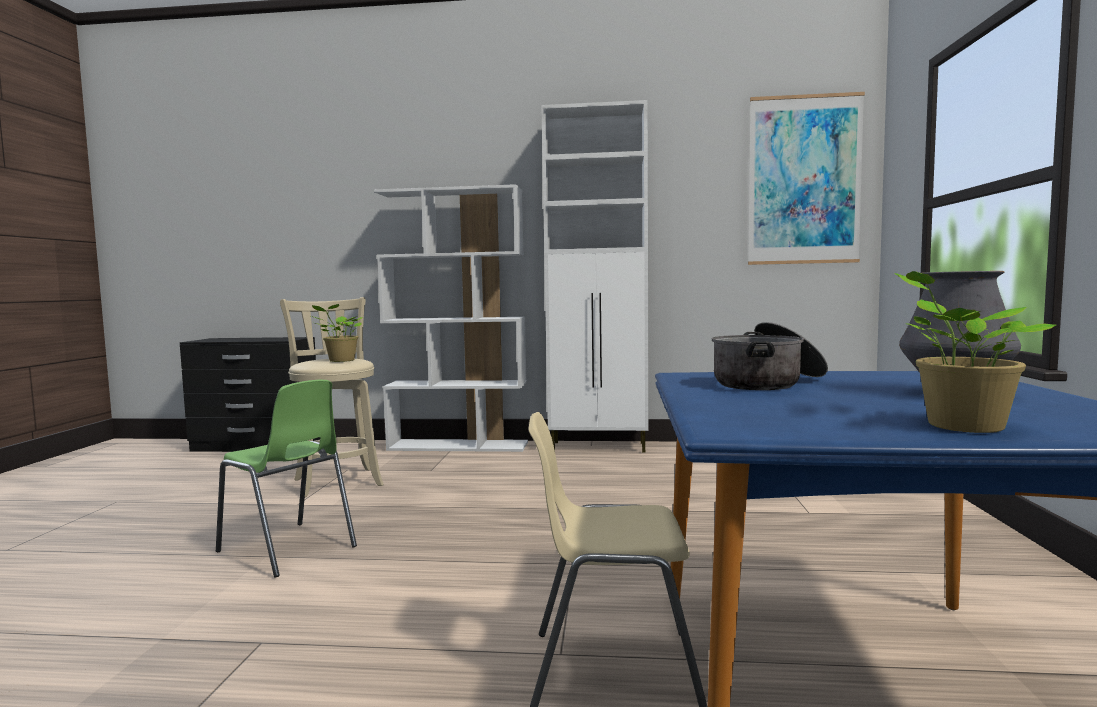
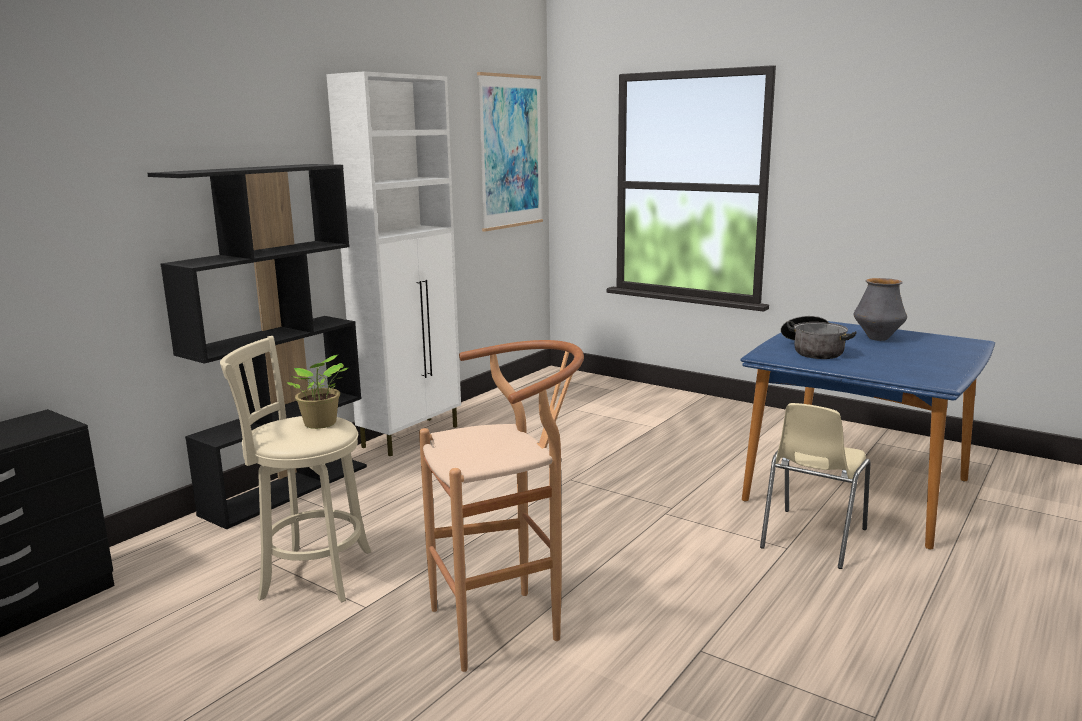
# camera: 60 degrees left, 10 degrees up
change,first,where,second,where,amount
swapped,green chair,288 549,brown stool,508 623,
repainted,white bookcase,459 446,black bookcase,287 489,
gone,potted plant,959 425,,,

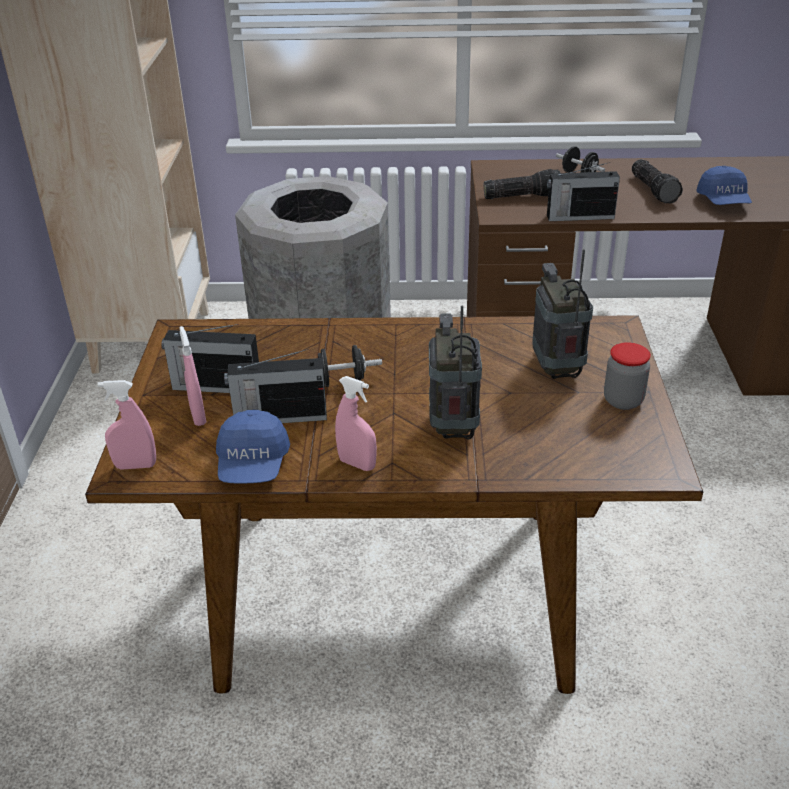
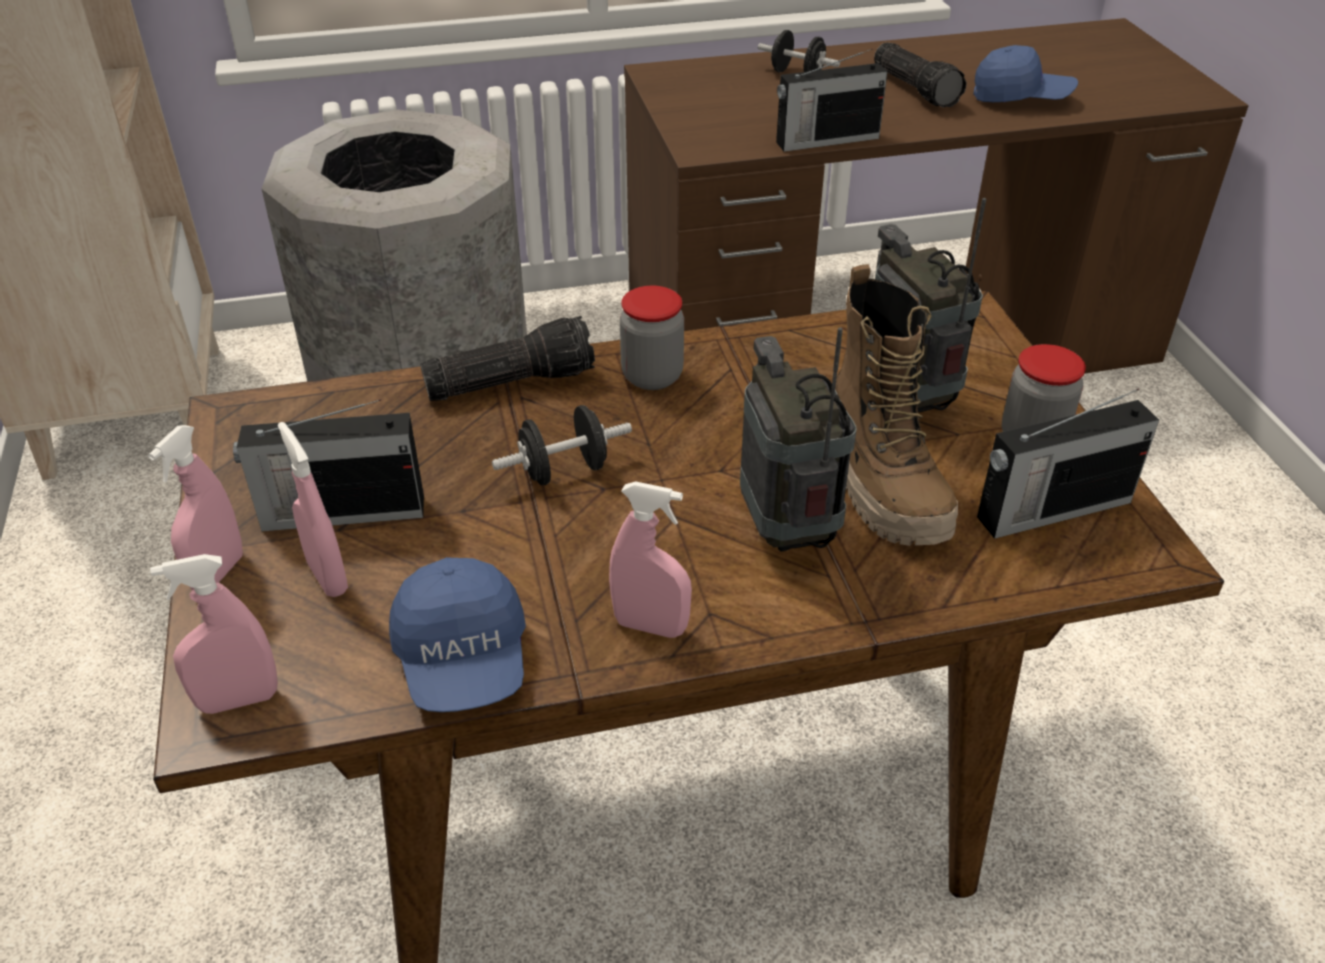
# camera: 15 degrees left, 5 degrees up
change,first,where,second,where,amount
shifted,radio,279 417,,1050 510,
shifted,flashlight,522 196,,511 380,
rotated,blue cap,723 201,,1021 97,60 degrees counterclockwise
new,,,pink spray bottle,218 573,
new,,,jar,652 376,
new,,,boot,881 489,

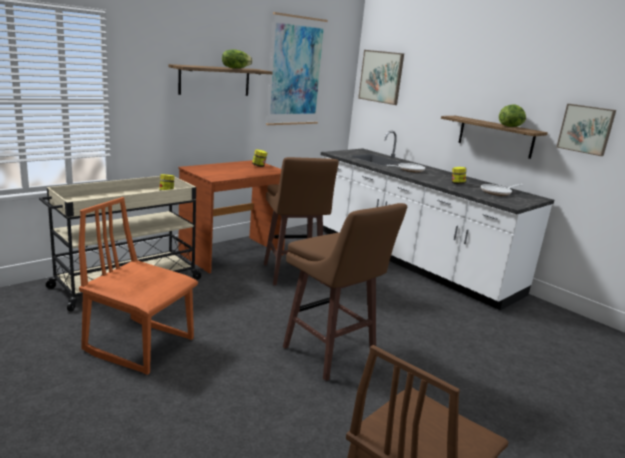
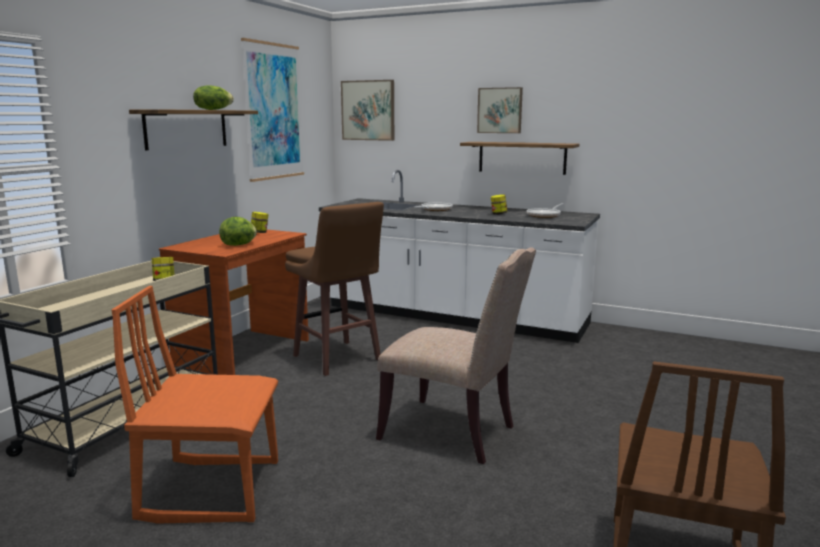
# camera: 20 degrees left, 5 degrees down
change,first,where,second,where,amount
swapped,brown stool,330 355,beige chair,453 433,
shifted,lettuce,511 126,,239 245,
shifted,picture,586 129,,500 110,

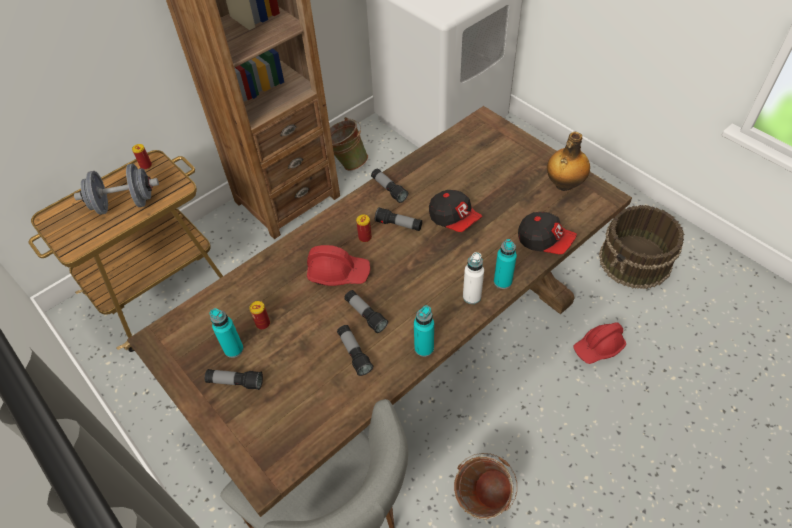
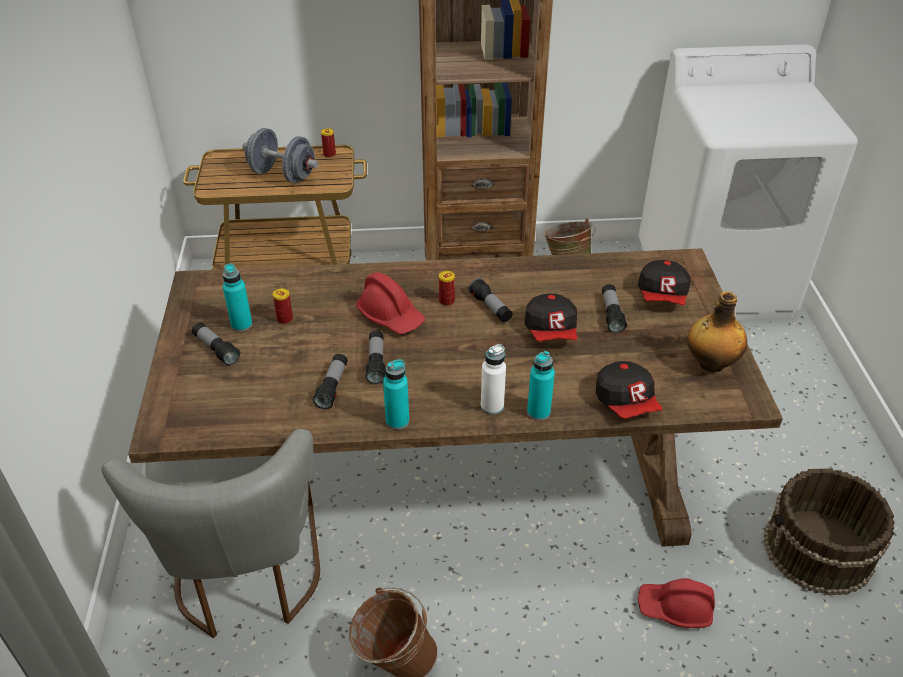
# camera: 35 degrees right, 10 degrees down
change,first,where,second,where,amount
shifted,flashlight,389 189,,611 314,
new,,,cap,662 296,

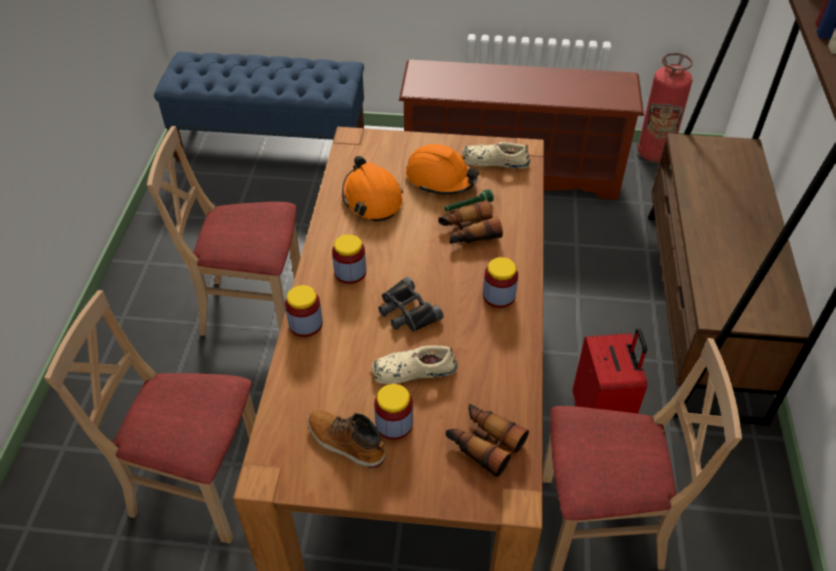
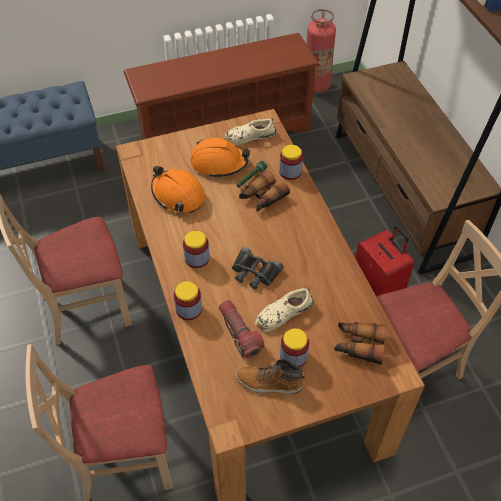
# camera: 25 degrees left, 5 degrees up
change,first,where,second,where,amount
shifted,jar,499 296,,290 172,
new,,,flashlight,239 333,

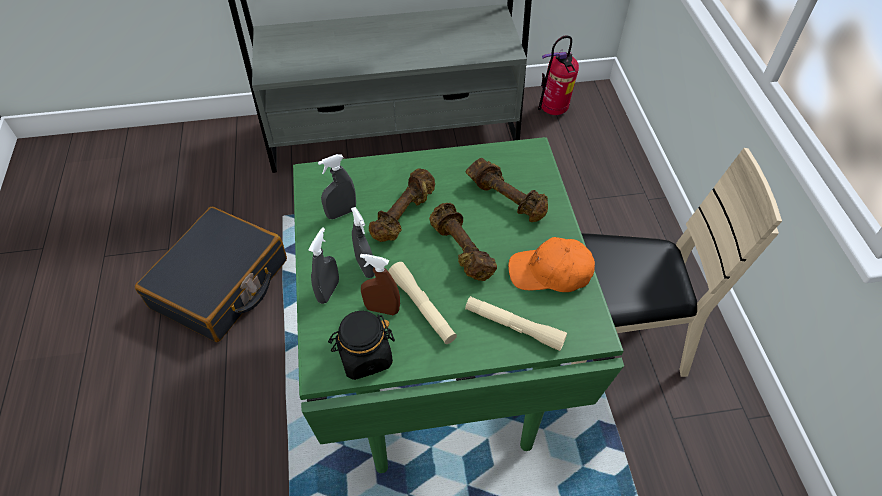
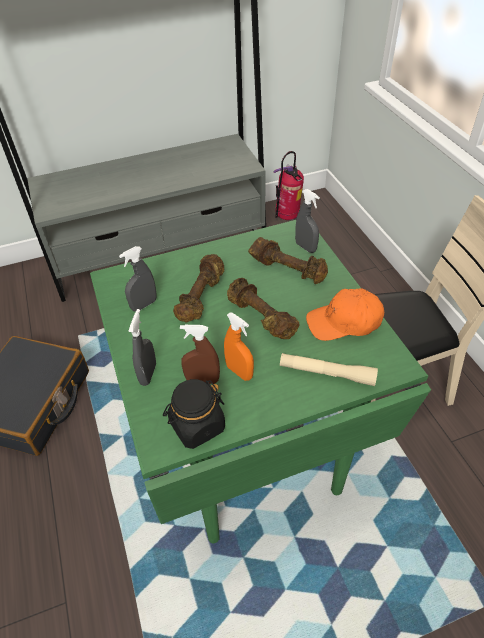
# camera: 10 degrees left, 5 degrees down
change,first,where,second,where,amount
shifted,grey spray bottle,365 267,,305 247,
swapped,beige flashlight,422 307,orange spray bottle,239 372,

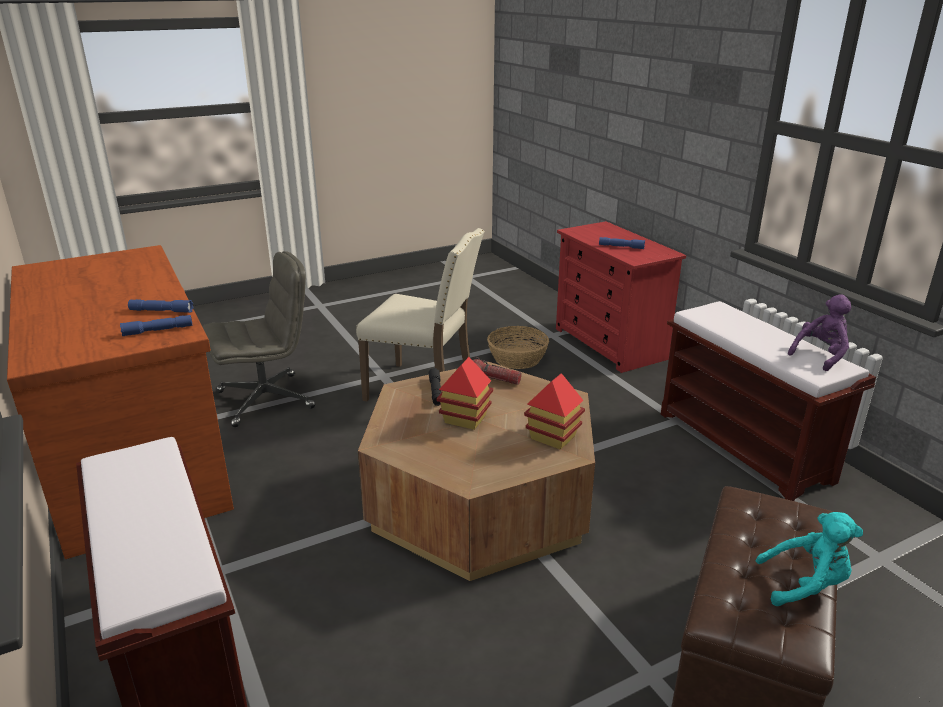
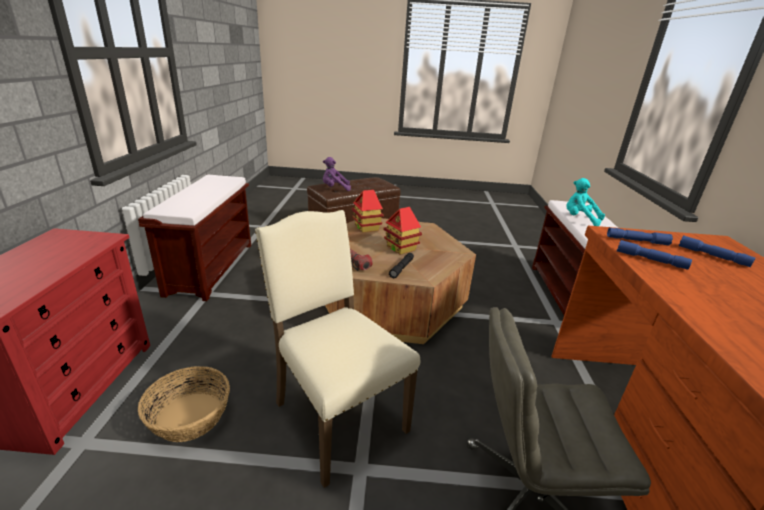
# camera: 150 degrees left, 0 degrees up
change,first,where,second,where,amount
shifted,blue flashlight,621 247,,712 256,
shifted,turquoise plush toy,805 585,,579 219,
shifted,purple plush toy,820 355,,335 188,

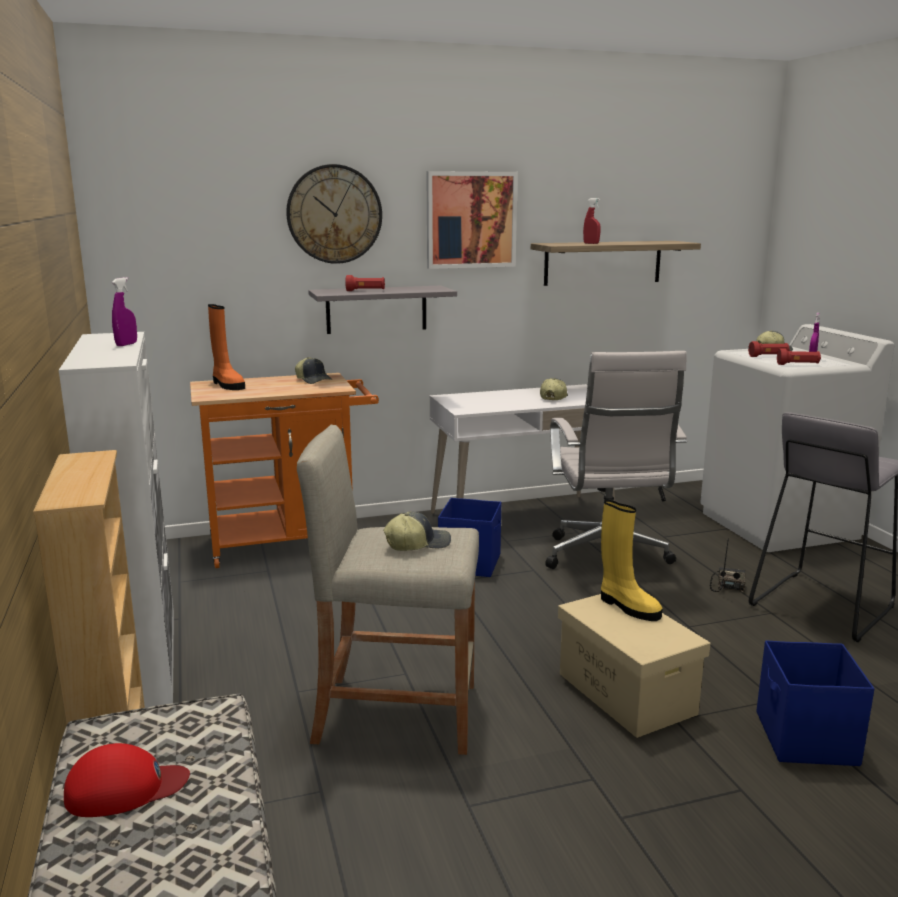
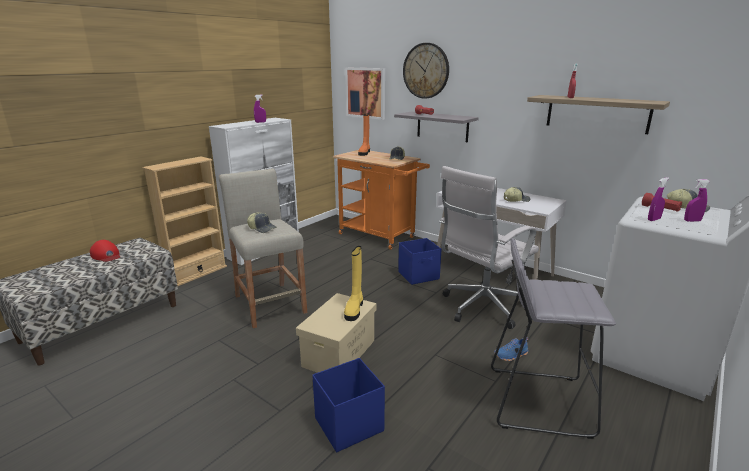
# camera: 55 degrees right, 5 degrees up
change,first,where,second,where,amount
shifted,picture,471 220,,366 93,
swapped,radio,727 585,blue shoe,511 355,
swapped,red flashlight,798 365,purple spray bottle,653 219,

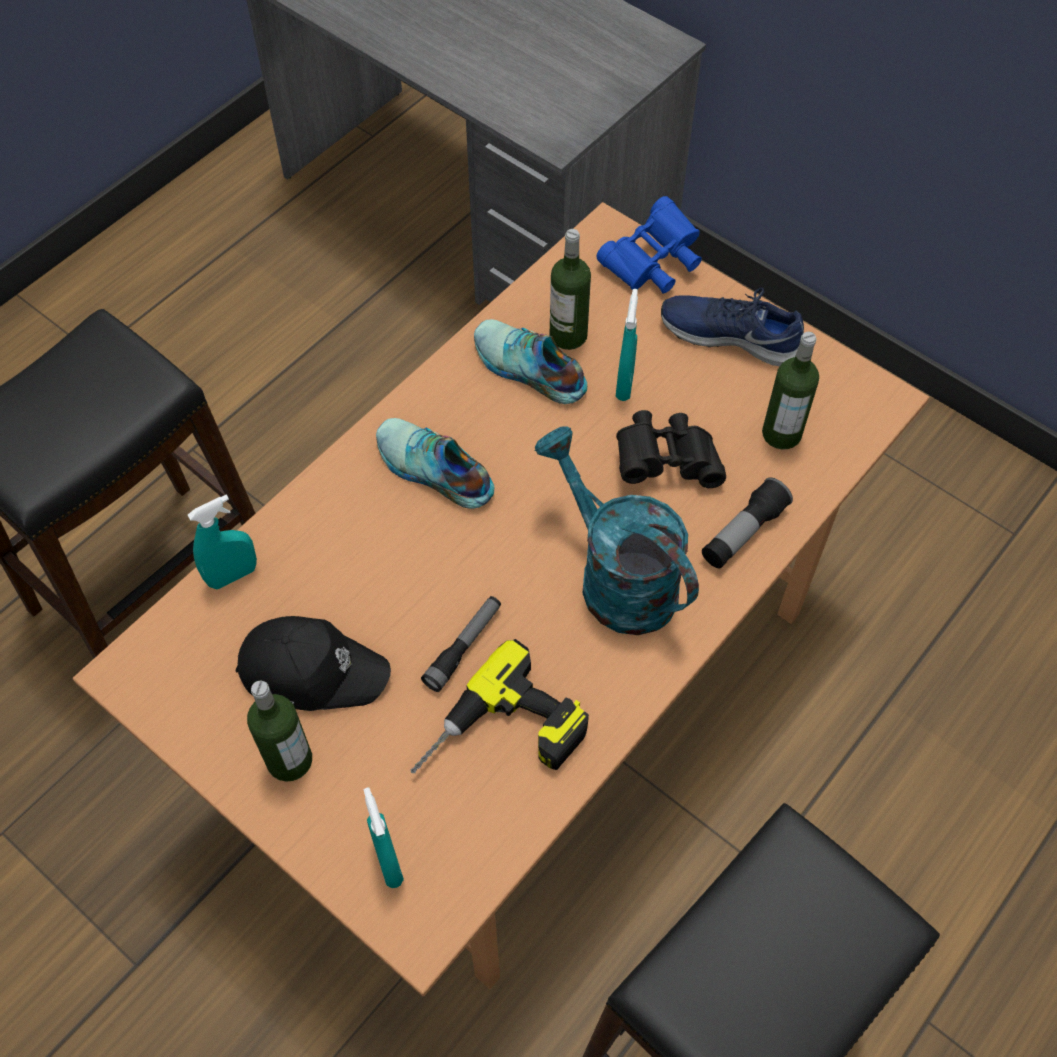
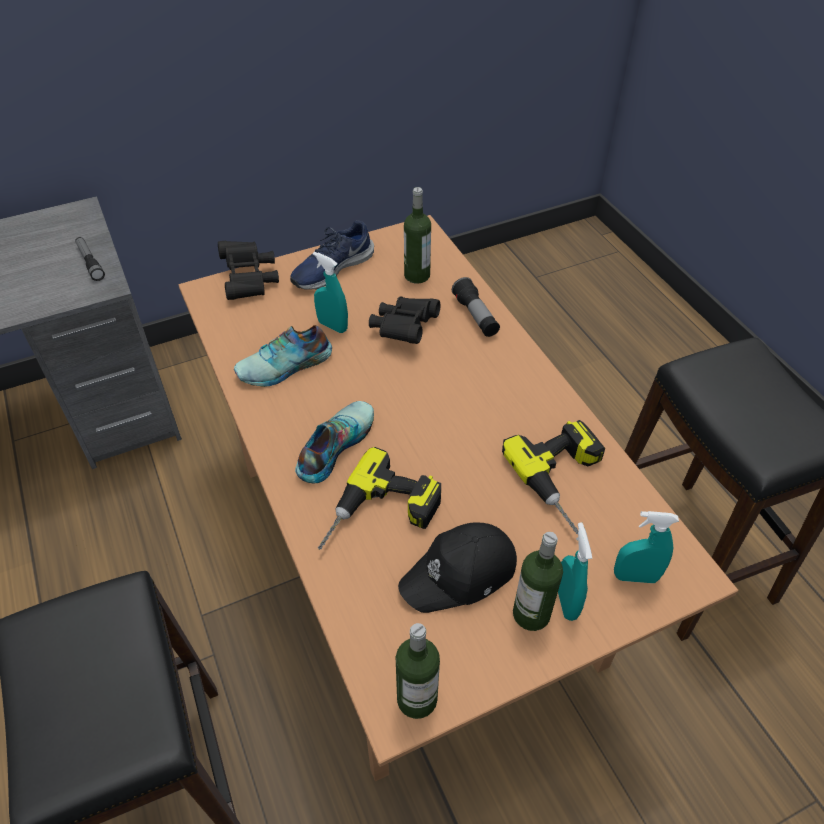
# camera: 65 degrees left, 10 degrees down
change,first,where,second,where,amount
shifted,turquoise spray bottle,233 575,,566 601,
rotated,black cap,312 669,,460 574,150 degrees counterclockwise
rotated,shoe,433 471,,334 445,150 degrees clockwise
shifted,flashlight,463 647,,90 262,
gone,turquoise watering can,615 576,,,
shifted,bottle,568 335,,417 699,
repainted,blue binoculars,652 264,black binoculars,249 280,
new,,,power drill,381 517,

